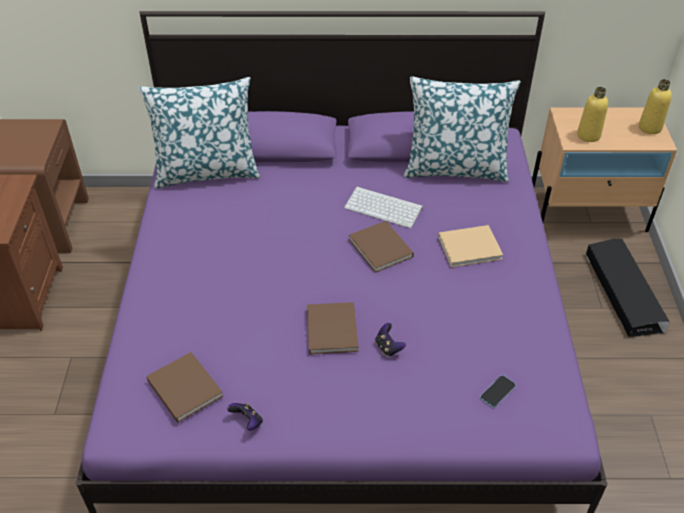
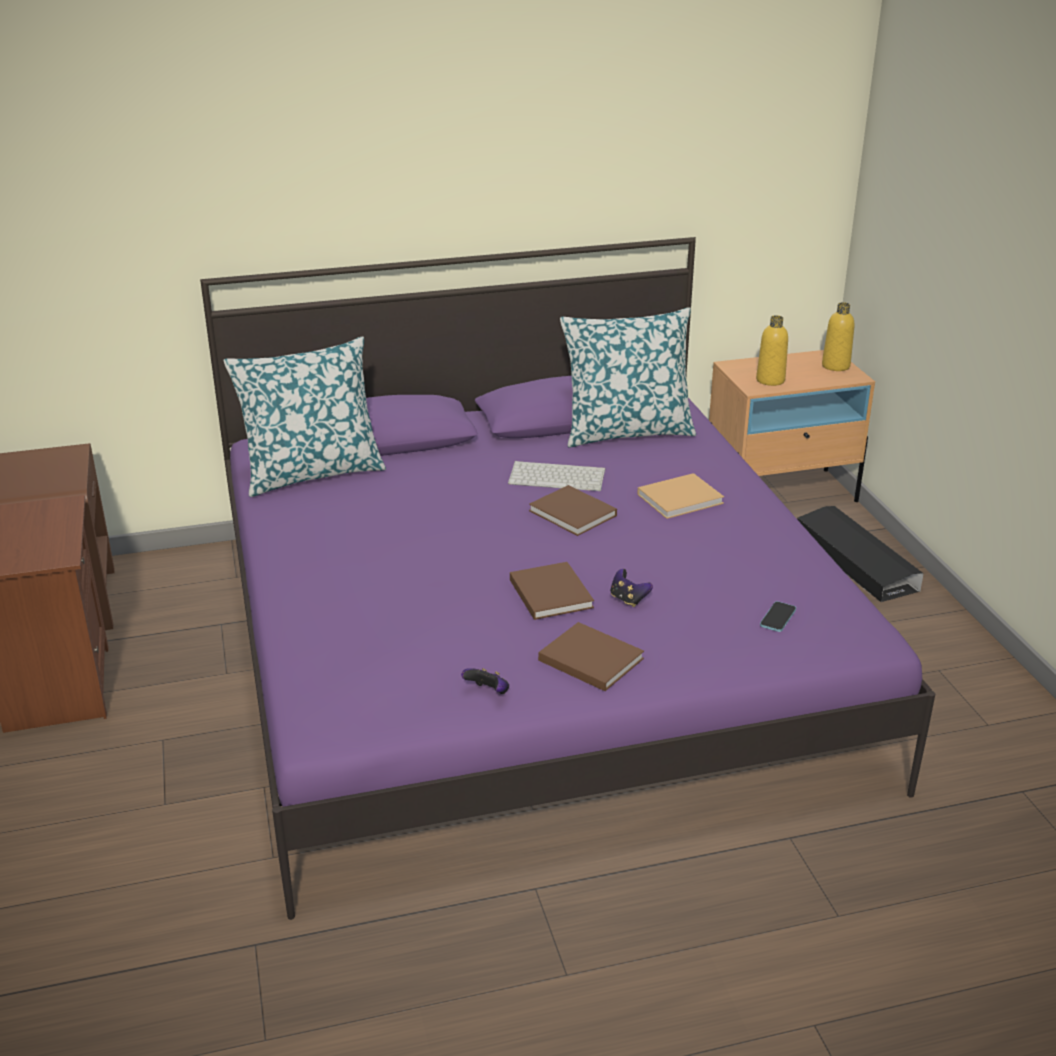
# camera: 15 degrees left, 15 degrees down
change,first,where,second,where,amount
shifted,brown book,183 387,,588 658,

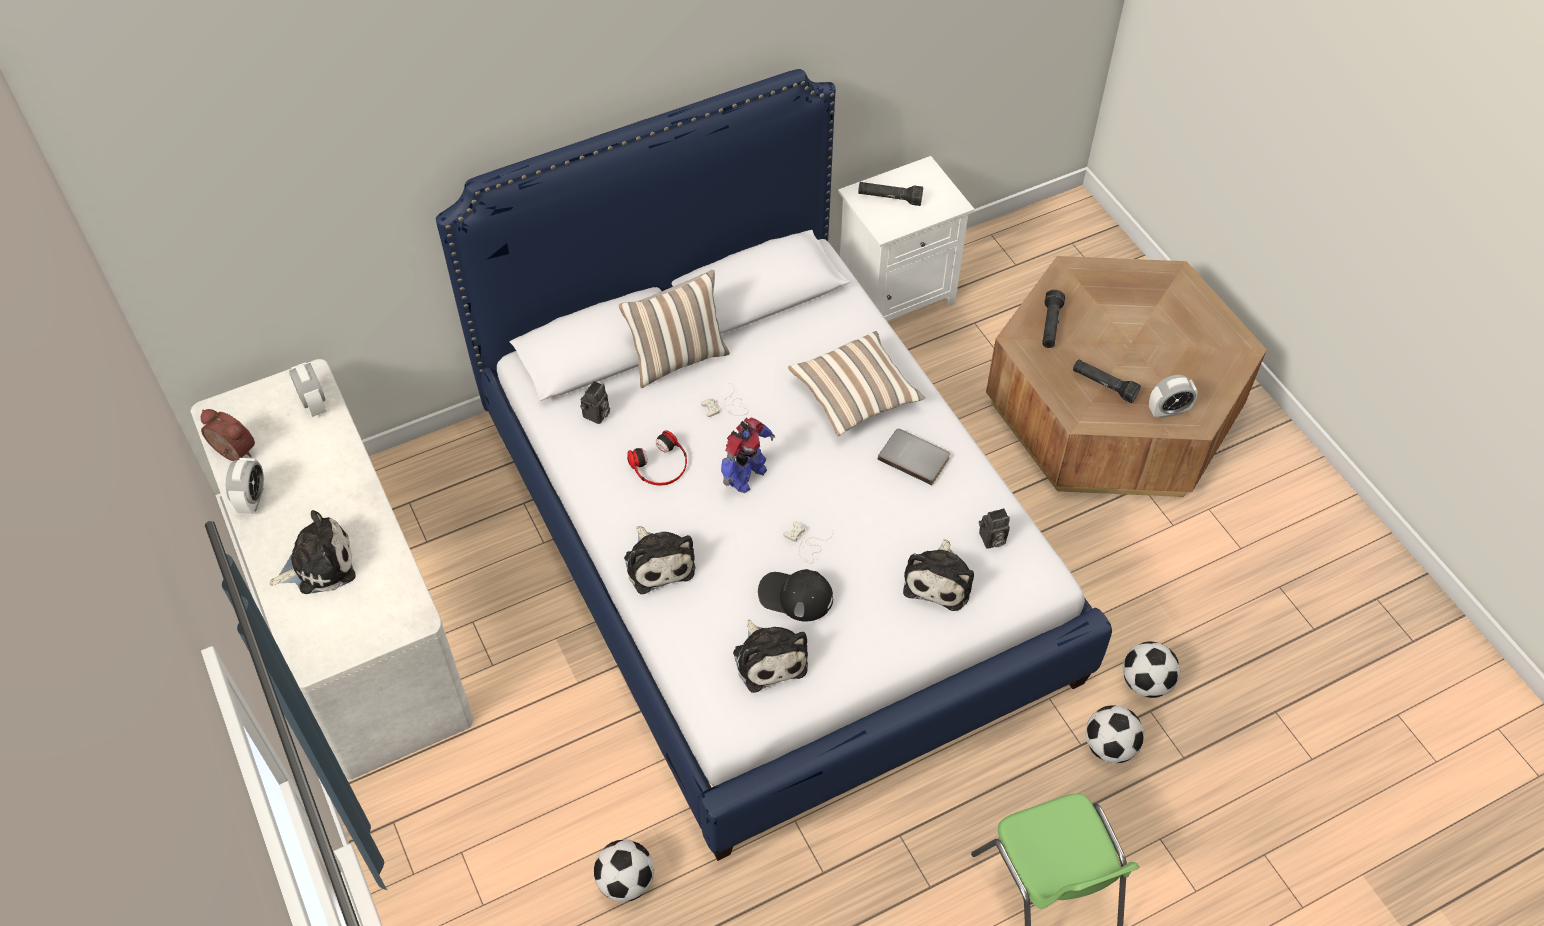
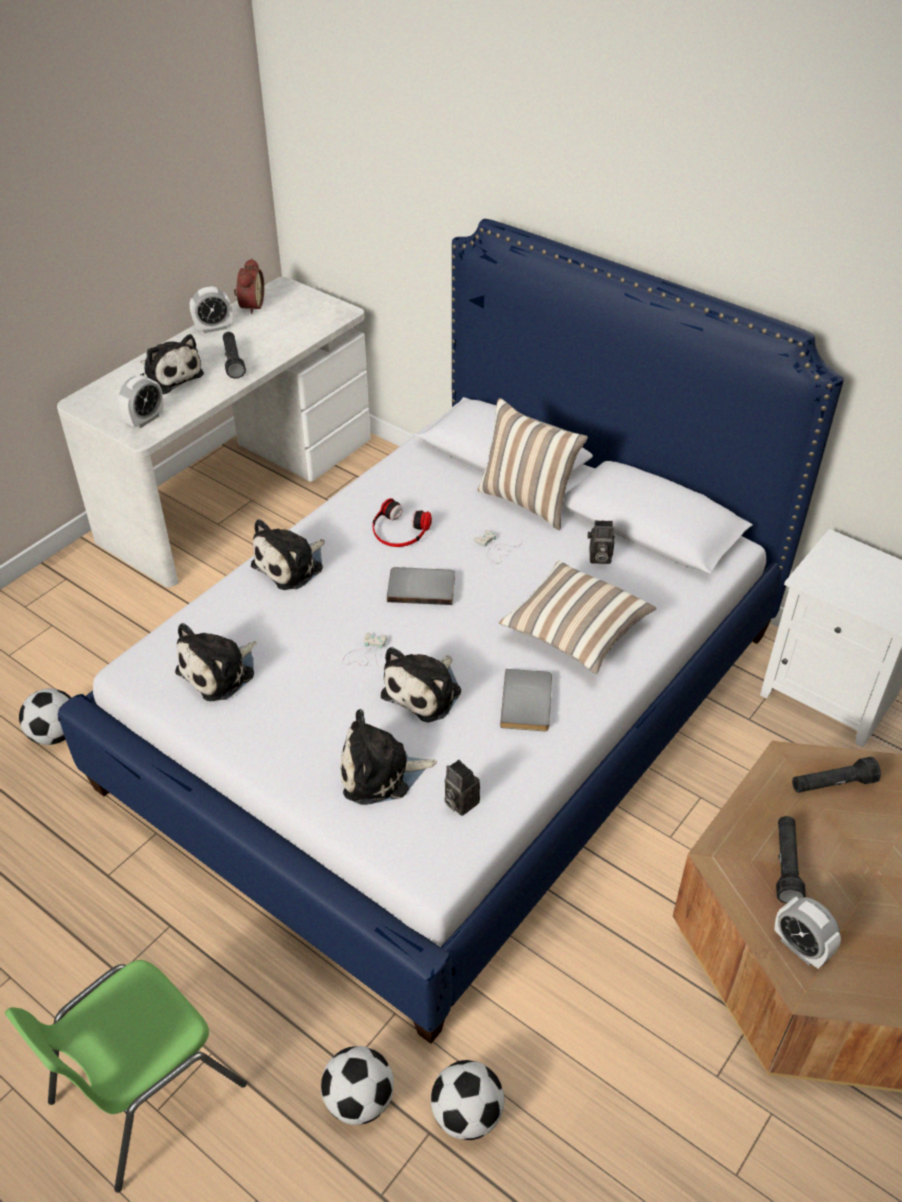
# camera: 65 degrees right, 10 degrees down
change,first,where,second,where,amount
shifted,alarm clock,314 403,,145 420,
shifted,photo camera,597 415,,598 558,
swapped,toy robot,745 476,grey book,421 587,
gone,black cap,795 596,,,
shifted,black flashlight,889 199,,233 361,
new,,,plush toy,425 691,

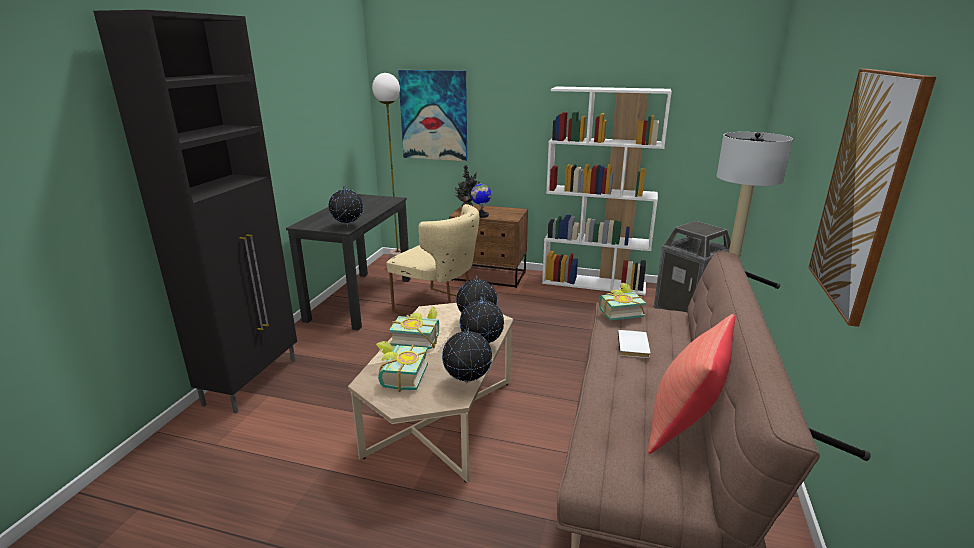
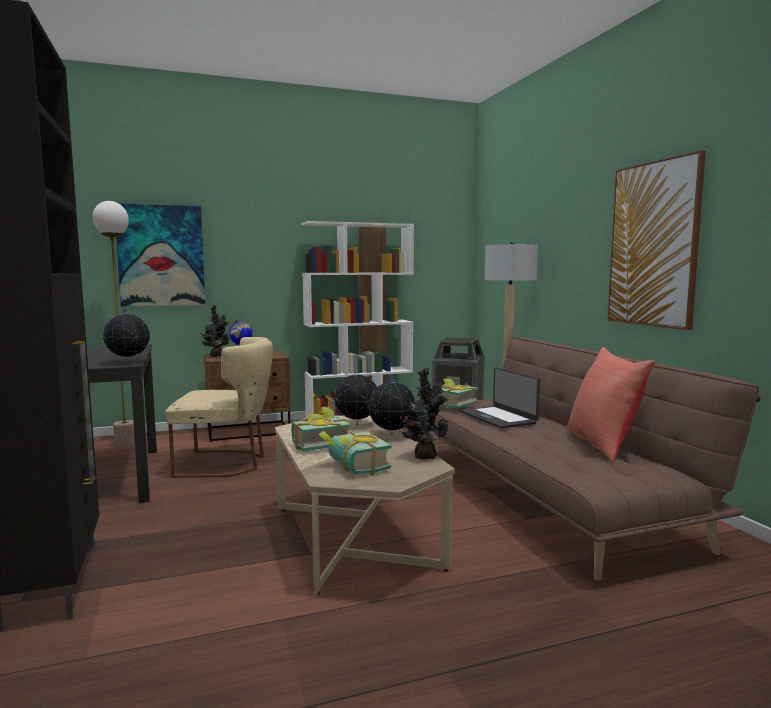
# camera: 35 degrees left, 15 degrees down
change,first,where,second,where,amount
swapped,globe,467 383,potted plant,424 456,
swapped,white book,634 345,laptop,498 417,

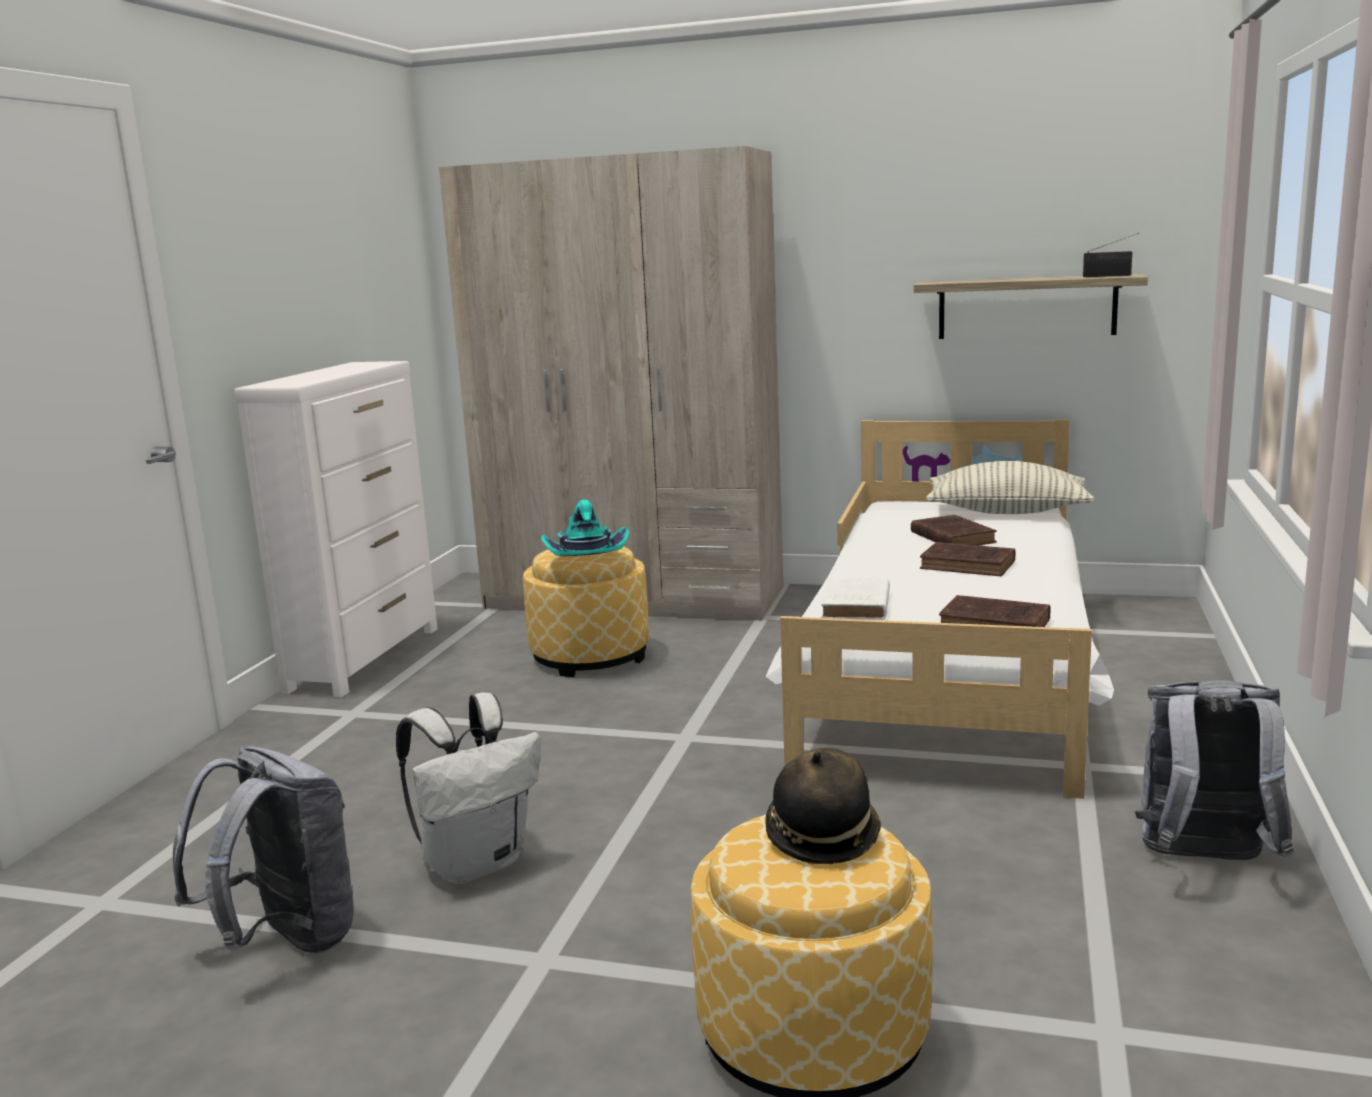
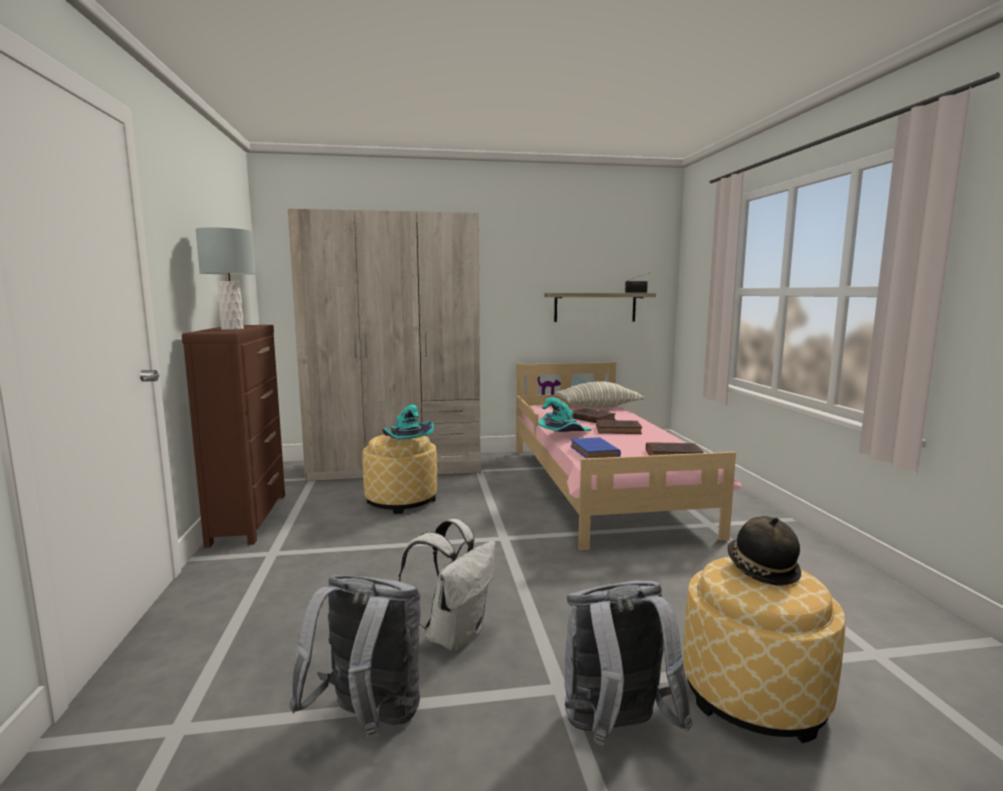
# camera: 25 degrees left, 5 degrees down
change,first,where,second,where,amount
repainted,white dresser,365 658,brown dresser,249 518,
repainted,white bed,951 670,pink bed,601 487,
repainted,white book,856 606,blue book,595 452,
shifted,grey backpack,1204 861,,616 730,
new,,,grey table lamp,232 329,
new,,,turquoise hat,563 433,

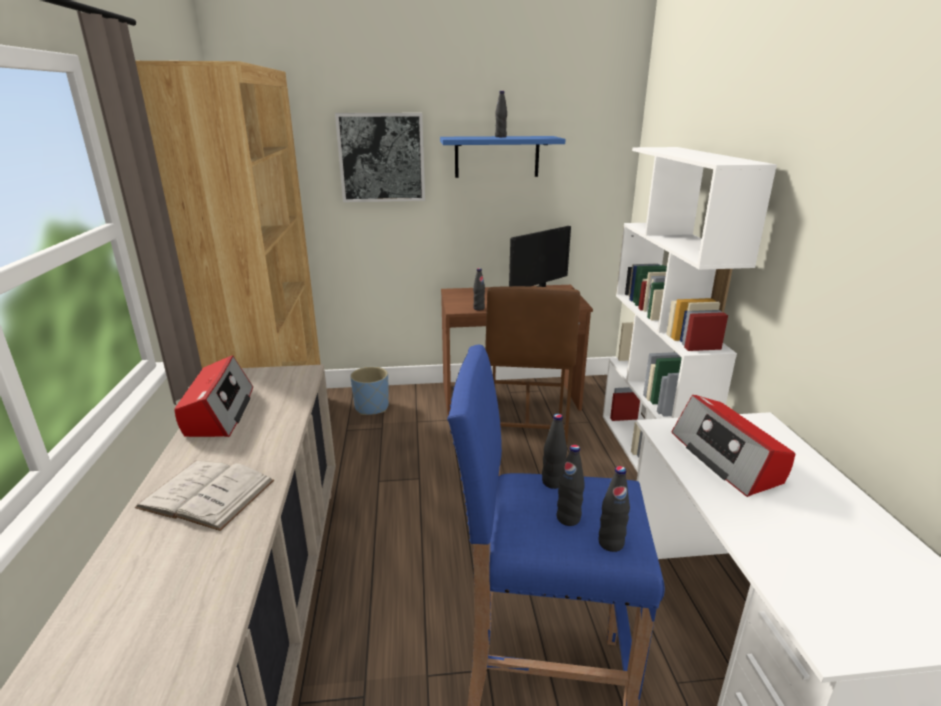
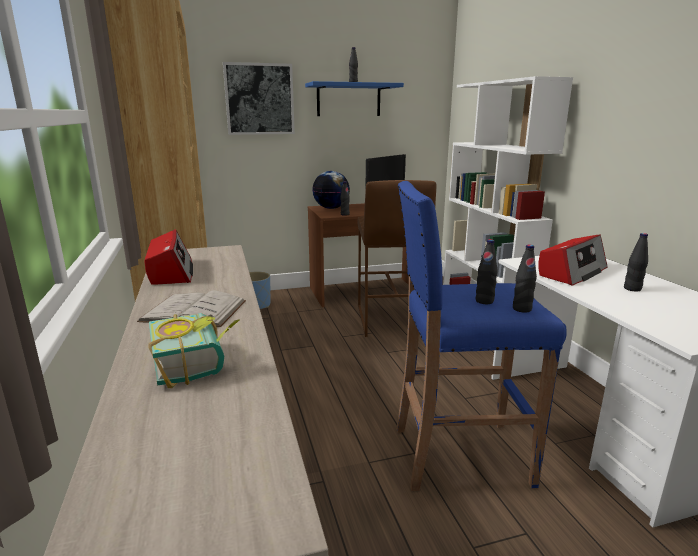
# camera: 10 degrees left, 5 degrees down
change,first,where,second,where,amount
shifted,black bottle,553 482,,632 289,
rotated,radio,727 458,,571 272,105 degrees counterclockwise
new,,,book,197 363,
new,,,globe,331 208,

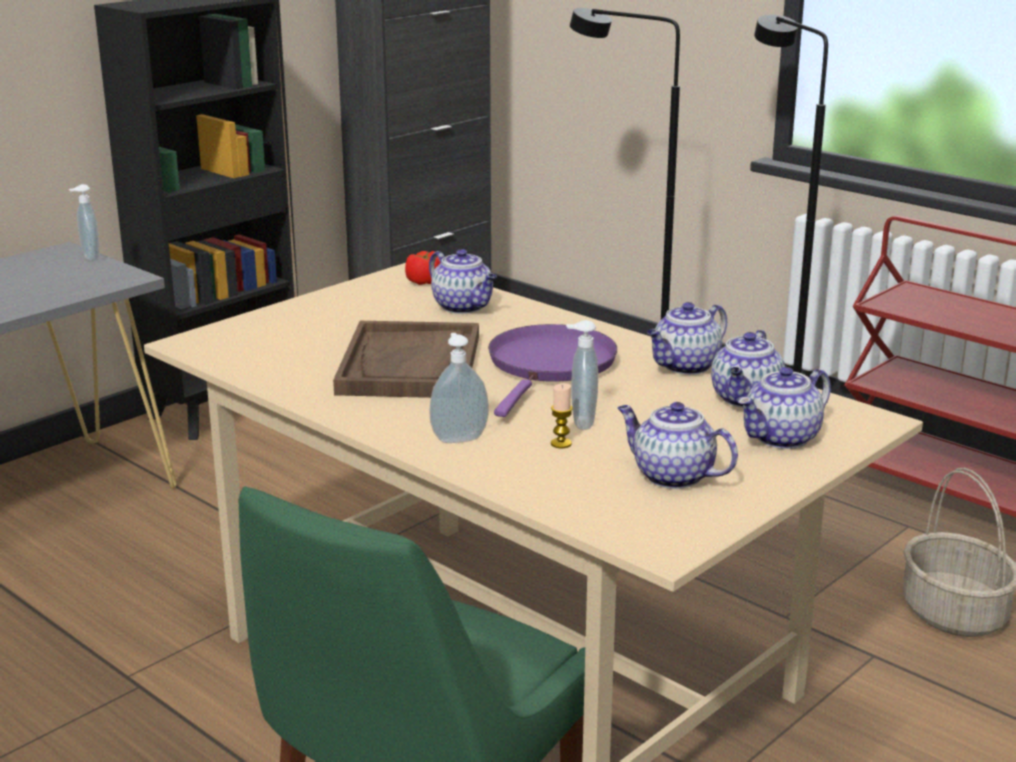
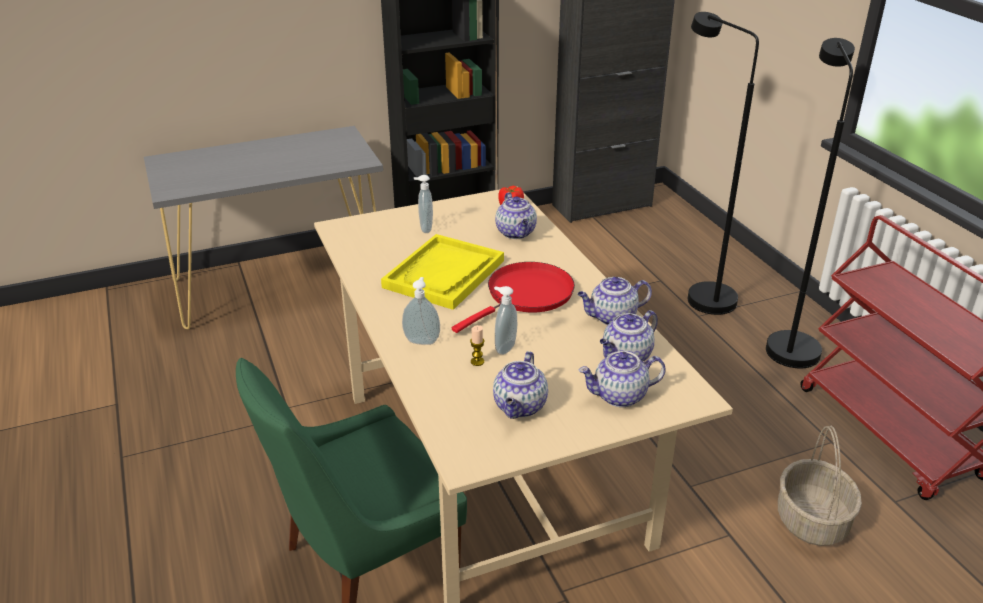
# camera: 25 degrees right, 10 degrees up
change,first,where,second,where,amount
shifted,soap dispenser,89 258,,424 228,
repainted,brown tray,410 365,yellow tray,444 274,
repainted,purple frying pan,550 366,red frying pan,526 295,
rotated,teapot,671 476,,520 407,135 degrees counterclockwise

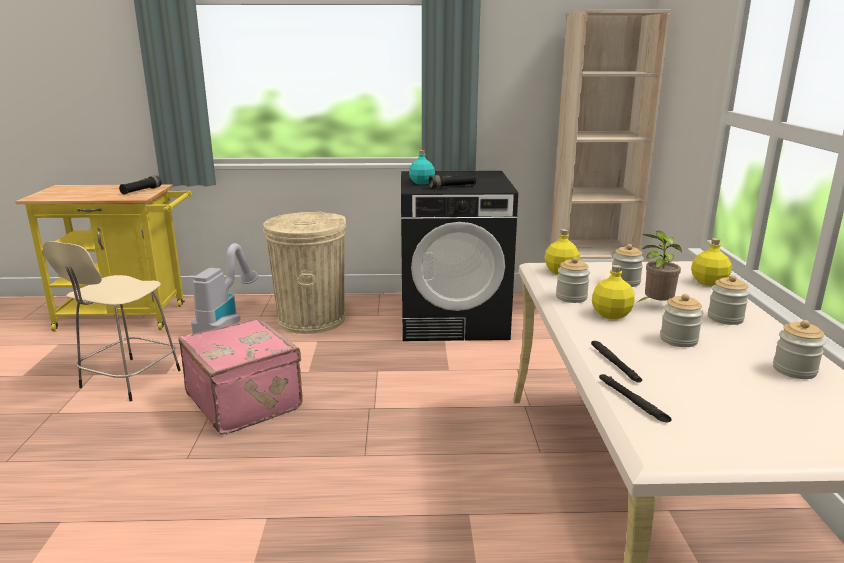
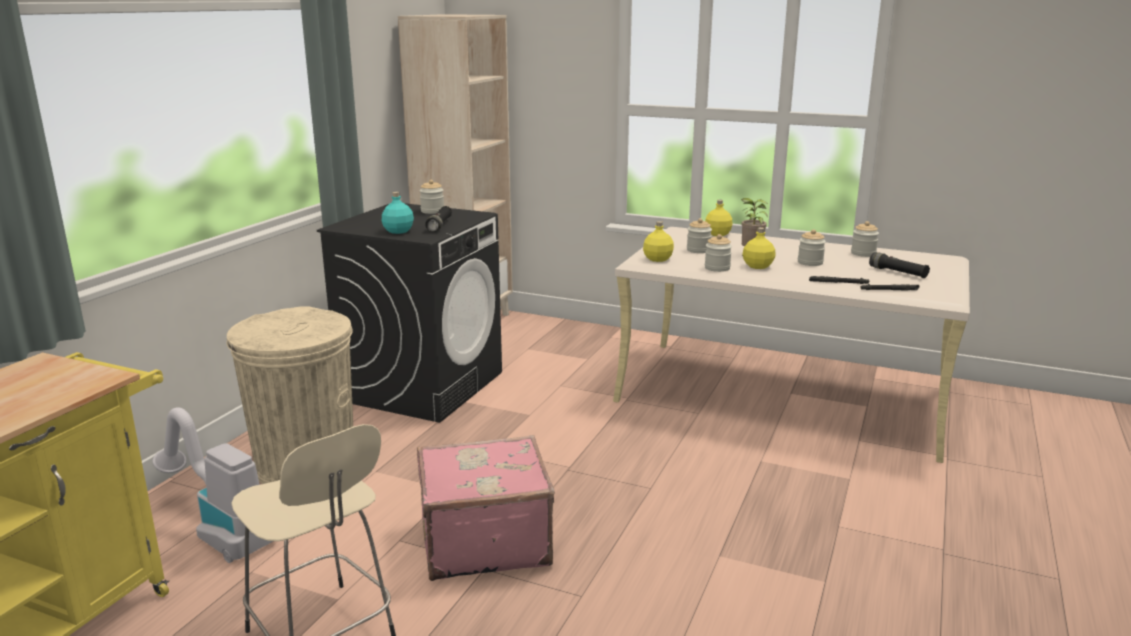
# camera: 65 degrees left, 0 degrees up
change,first,where,second,where,amount
shifted,black flashlight,141 191,,897 273,
shifted,jar,725 318,,432 211,

